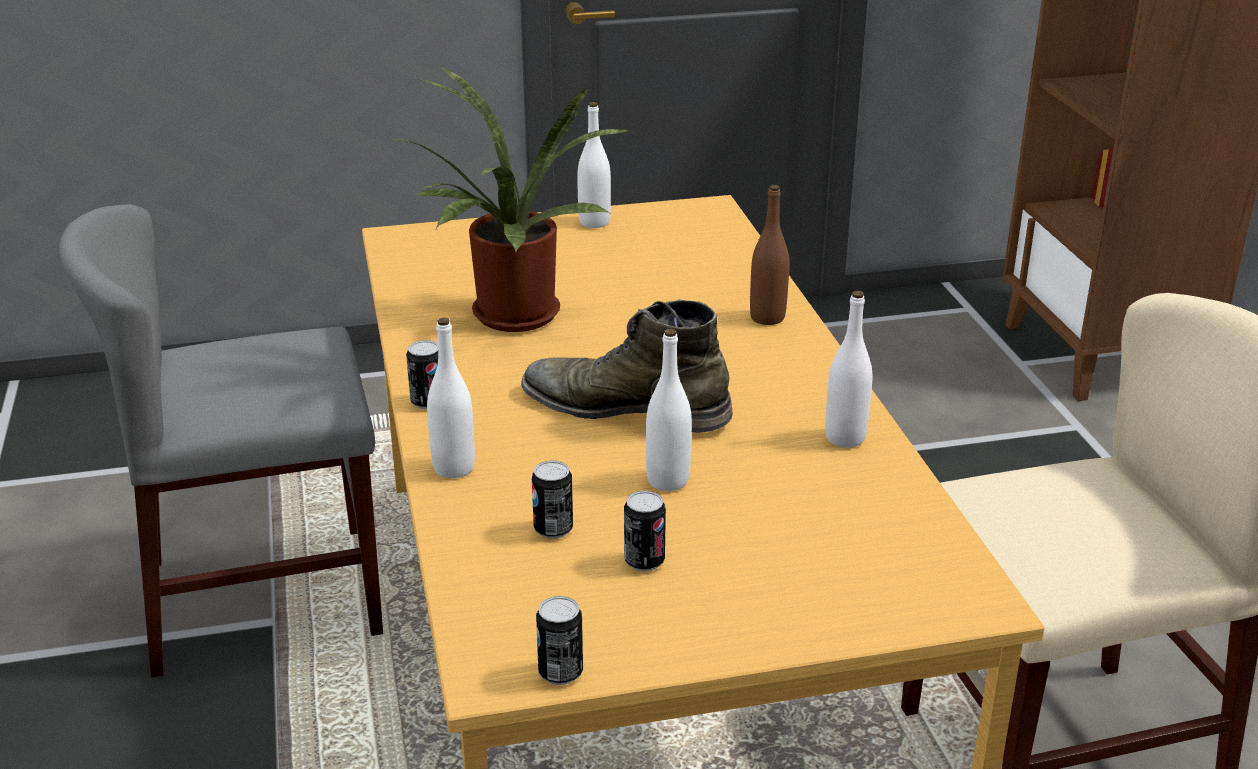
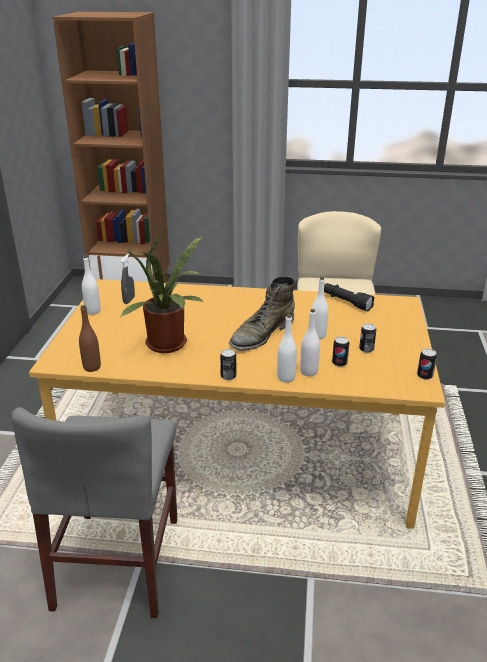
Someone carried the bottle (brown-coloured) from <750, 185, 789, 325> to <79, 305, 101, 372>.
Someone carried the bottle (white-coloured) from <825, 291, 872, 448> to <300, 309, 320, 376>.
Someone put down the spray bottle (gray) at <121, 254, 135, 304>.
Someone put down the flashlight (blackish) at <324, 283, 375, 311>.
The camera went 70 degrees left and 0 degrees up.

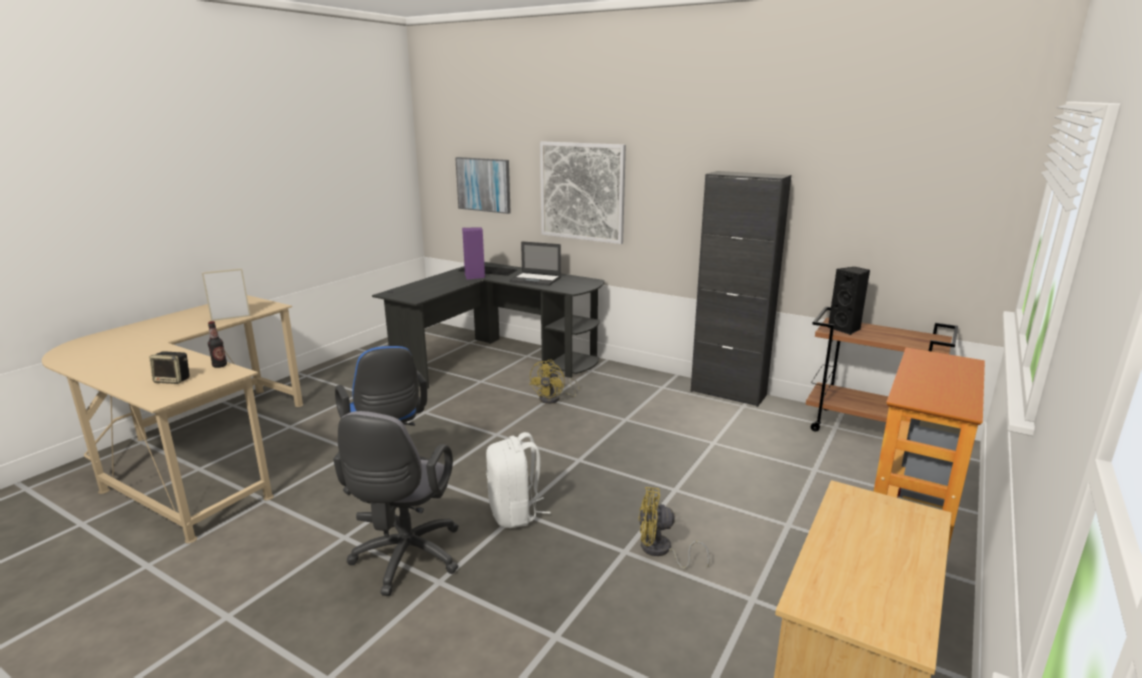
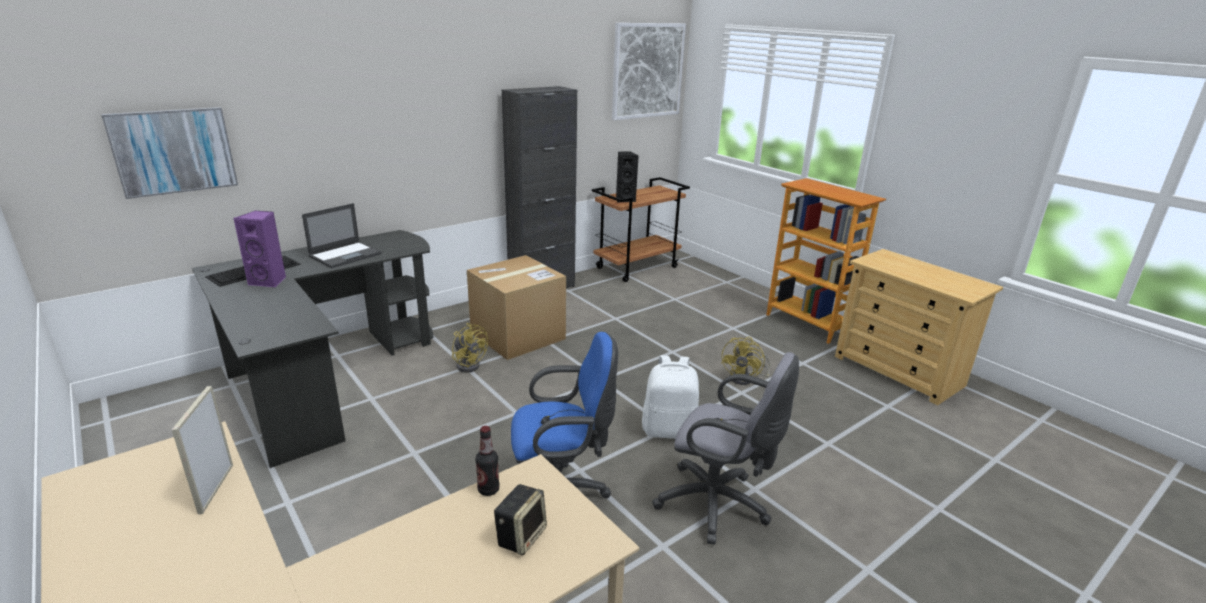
Someone carried the picture from <540, 141, 626, 244> to <612, 23, 686, 120>.
Someone put down the packing box at <467, 255, 566, 360>.
The camera went 70 degrees left and 5 degrees up.

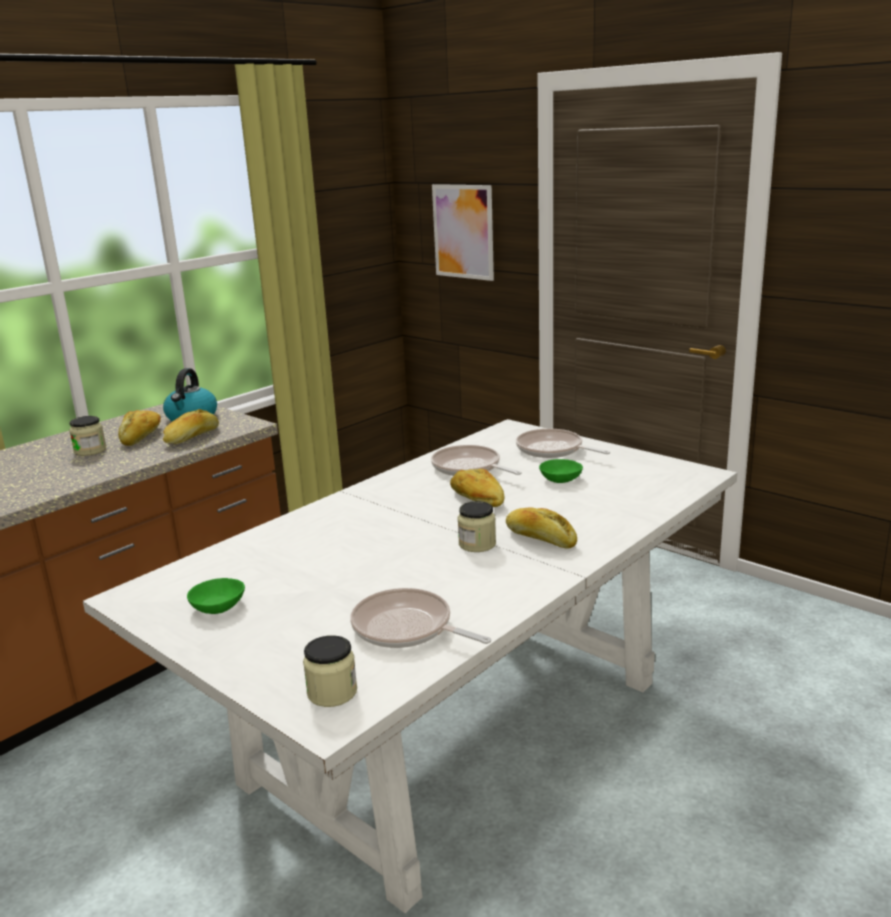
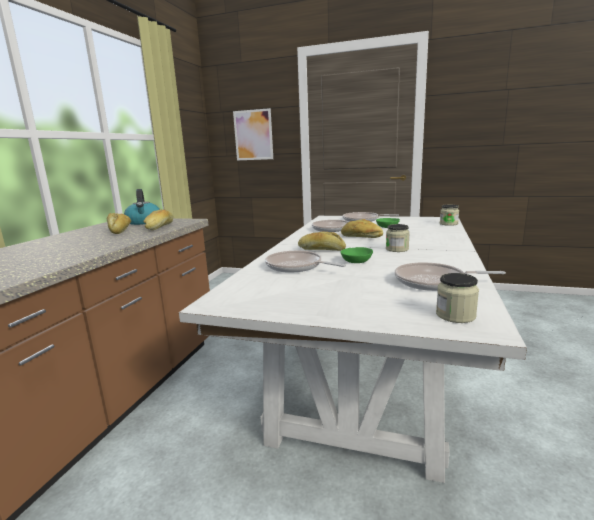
Someone carried the preserve jar from <69, 416, 106, 456> to <440, 204, 459, 226>.
Someone carried the serving bowl (green) from <187, 578, 245, 614> to <340, 247, 373, 263>.
Someone carried the bakery bread from <506, 507, 577, 549> to <298, 232, 346, 251>.
Someone put down the pan at <265, 251, 346, 273>.
The camera went 25 degrees left and 5 degrees down.

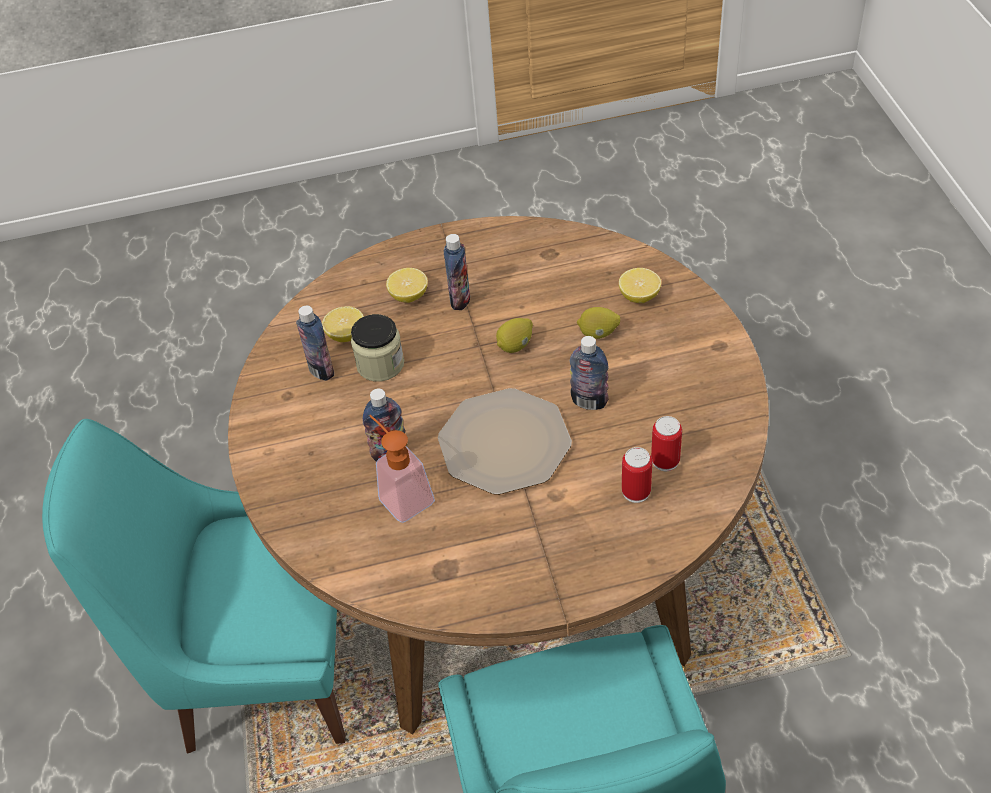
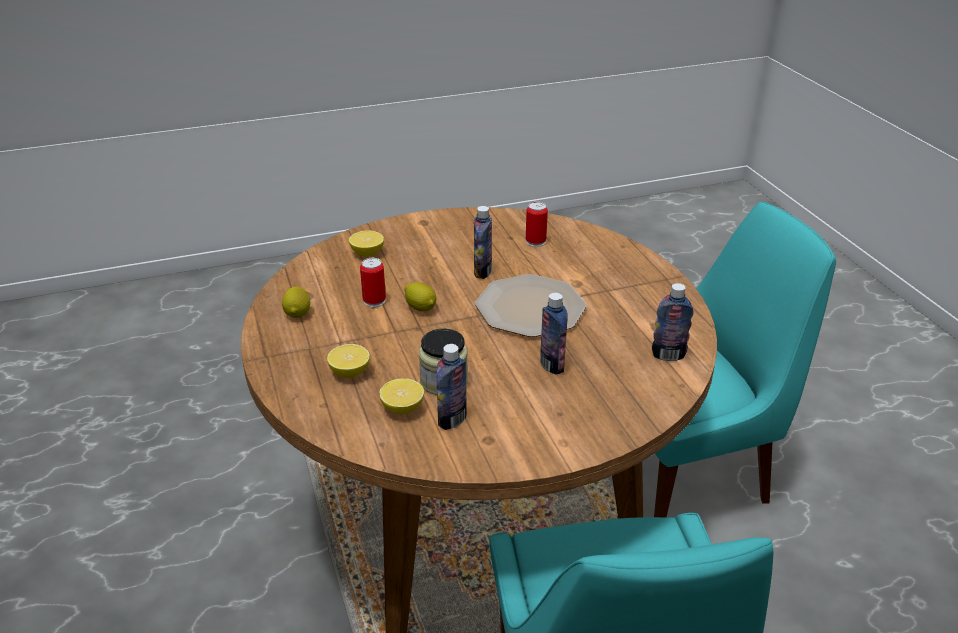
Someone took away the liquid soap bottle at <369, 415, 435, 523>.
Someone carried the bottle from <444, 234, 470, 310> to <652, 283, 693, 361>.
Someone carried the whole lemon from <577, 307, 620, 339> to <282, 287, 310, 318>.
Someone carried the can from <622, 447, 652, 503> to <360, 258, 386, 307>.
The camera went 100 degrees left and 15 degrees down.

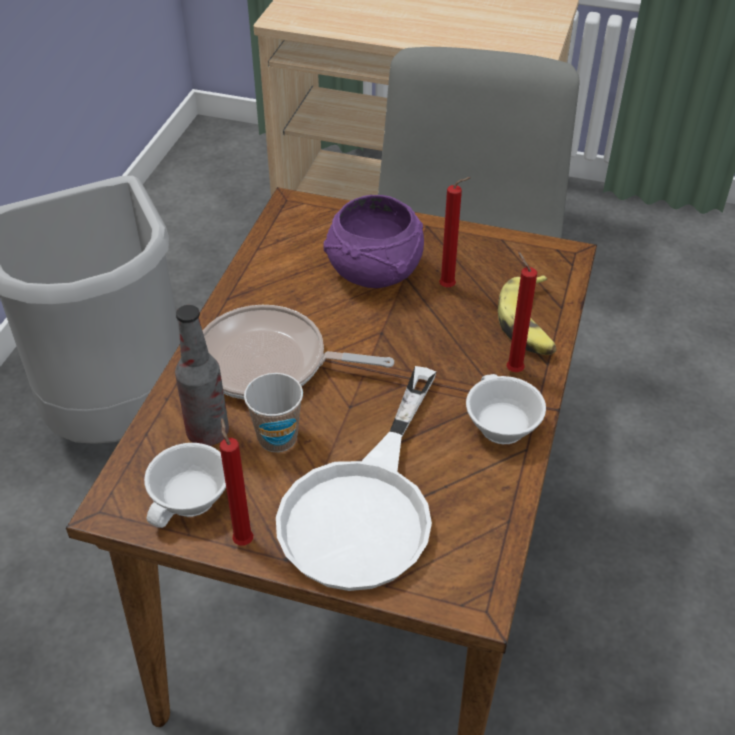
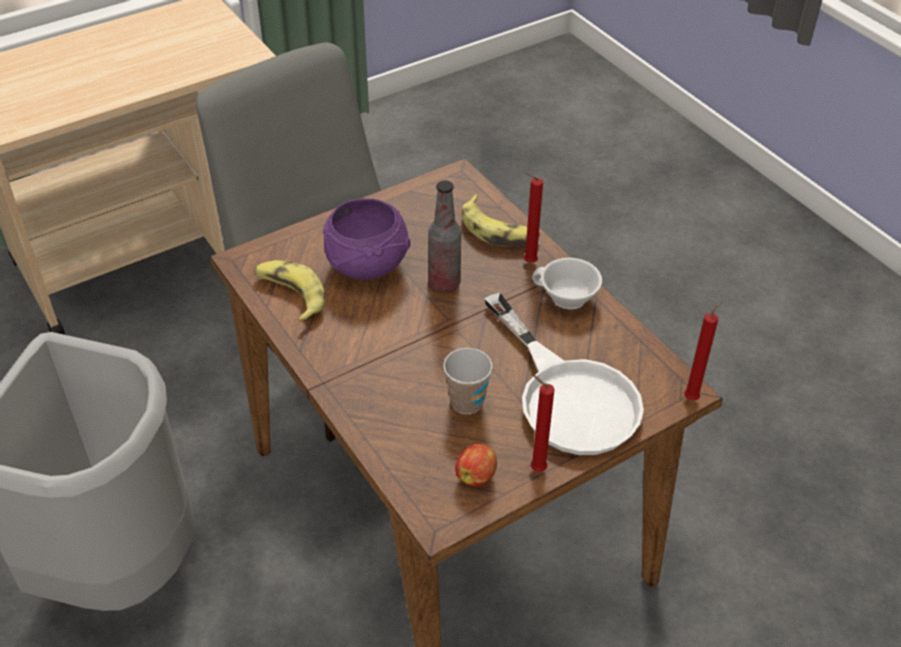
Someone swapped the cup (white-coloured) at <144, 443, 226, 528> for the apple at <455, 444, 497, 486>.
Someone carried the bottle from <175, 305, 229, 446> to <428, 180, 461, 292>.
Someone took away the pan at <203, 305, 394, 399>.
Someone carried the wax candle (reddish) from <439, 177, 471, 288> to <684, 301, 722, 401>.
Someone put down the banana fruit at <254, 260, 326, 323>.
The camera went 50 degrees left and 0 degrees up.

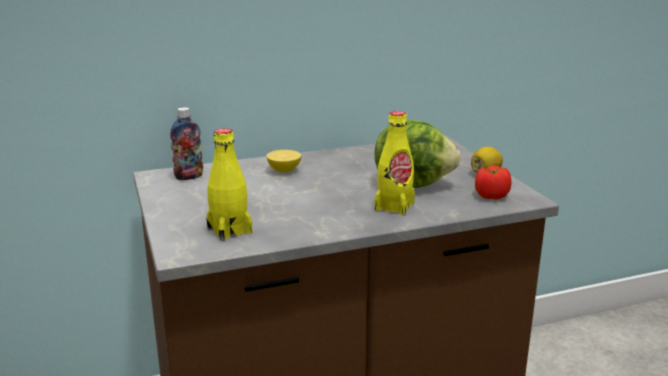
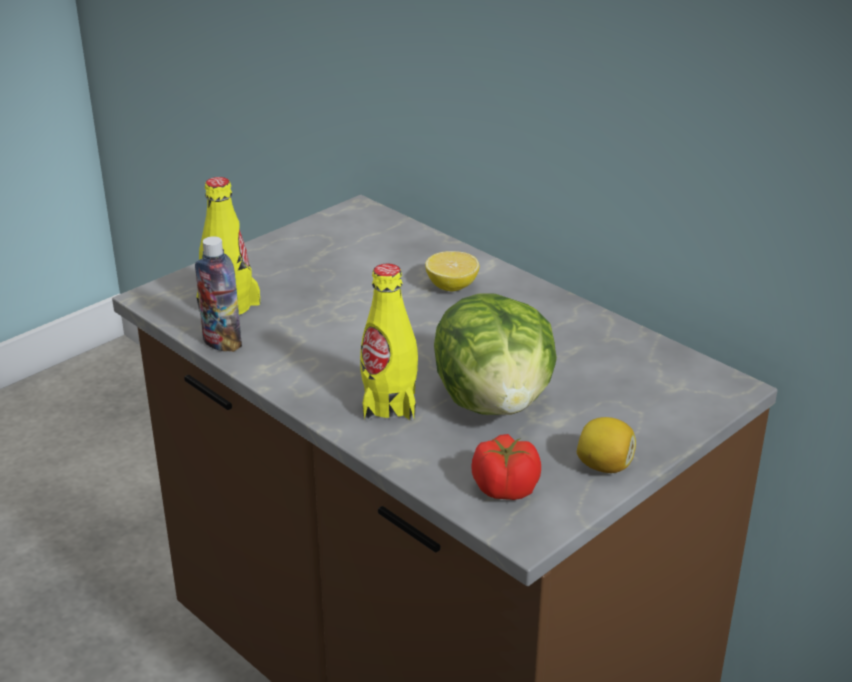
Someone carried the bottle from <170, 107, 203, 180> to <195, 236, 242, 352>.
The camera went 65 degrees right and 10 degrees up.

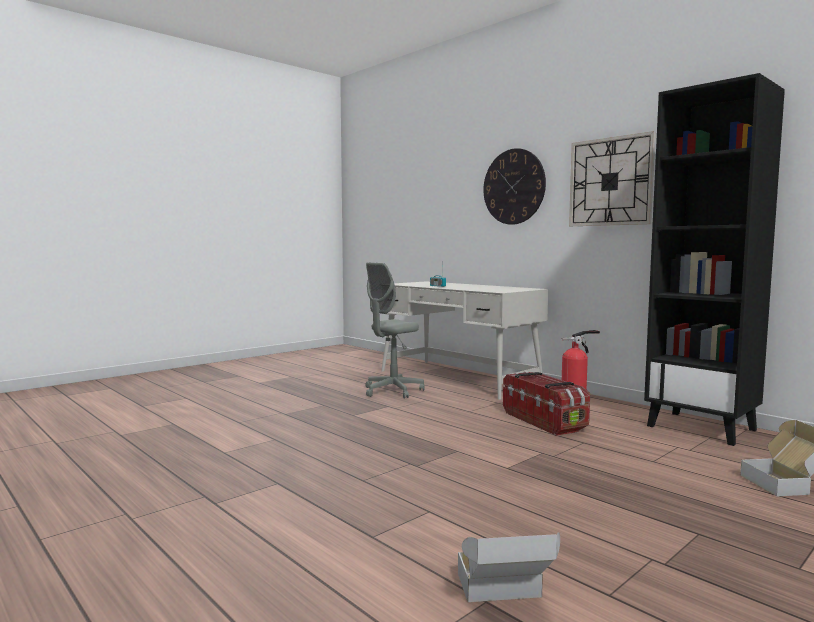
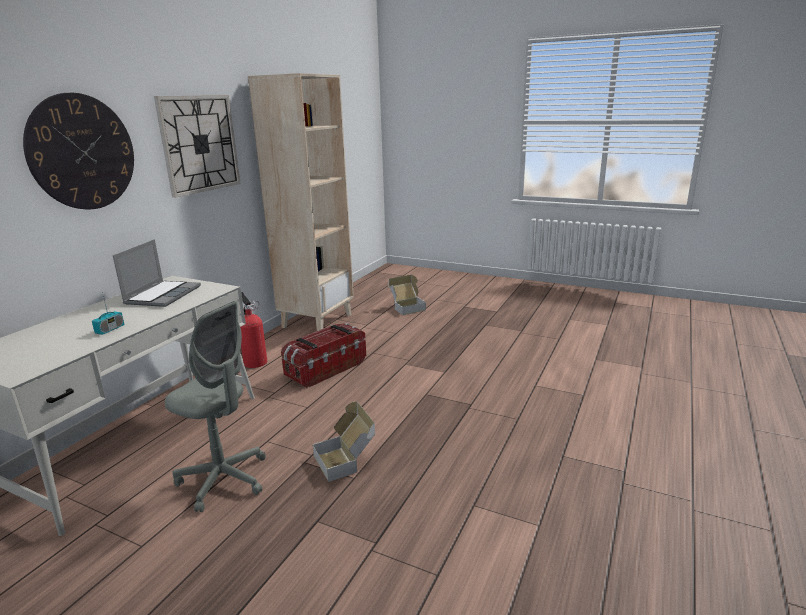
Someone carried the packing box from <458, 532, 560, 602> to <313, 402, 375, 482>.
Someone repainted the bookcase (blackish) at <644, 73, 785, 446>, which became the bookcase (sand-coloured) at <248, 73, 354, 331>.
Someone put down the portable computer at <113, 239, 201, 307>.
The camera went 110 degrees left and 15 degrees up.

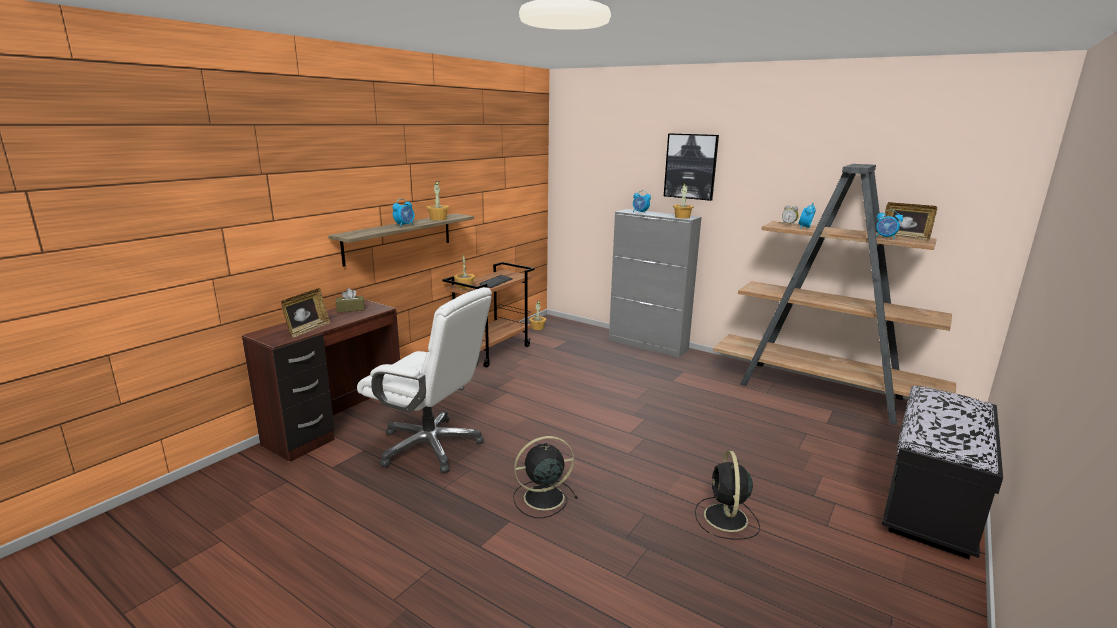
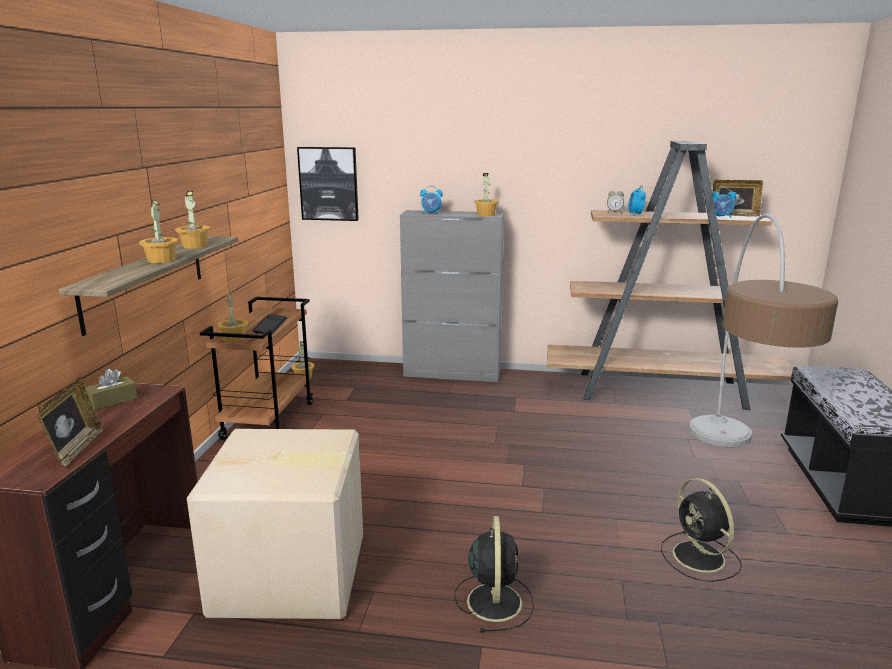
Someone swapped the office chair (white-coloured) at <357, 287, 492, 473> for the packing box at <187, 429, 363, 619>.
Someone swapped the bedside clock at <392, 199, 414, 227> for the potted plant at <139, 199, 178, 263>.
Someone rotated the fan (blackish) at <513, 436, 578, 518> by 135 degrees clockwise.
Someone carried the picture from <664, 133, 719, 201> to <297, 147, 359, 221>.
Someone put down the floor lamp at <689, 214, 838, 447>.
The camera went 25 degrees left and 0 degrees up.

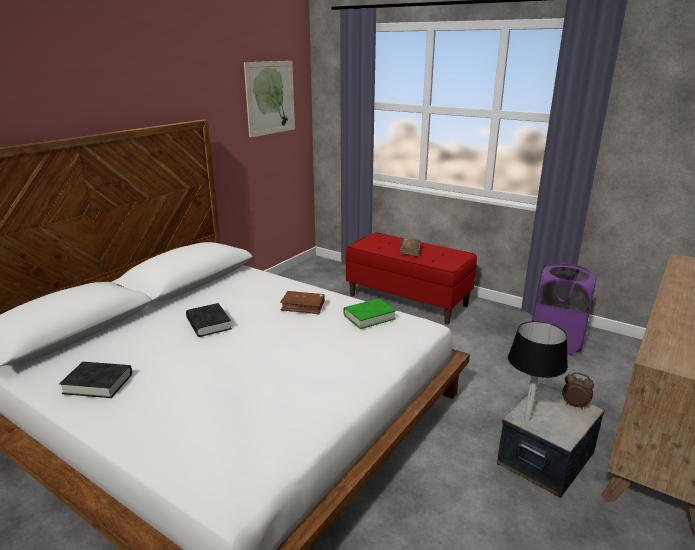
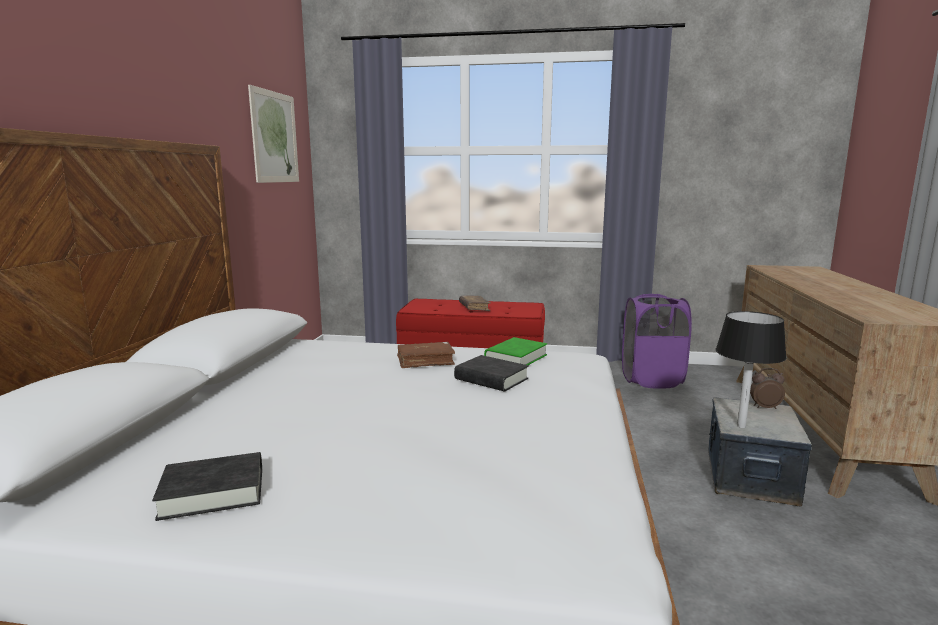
Someone carried the volume (blackish) from <186, 303, 232, 337> to <454, 355, 529, 392>.
The camera went 25 degrees left and 10 degrees down.

